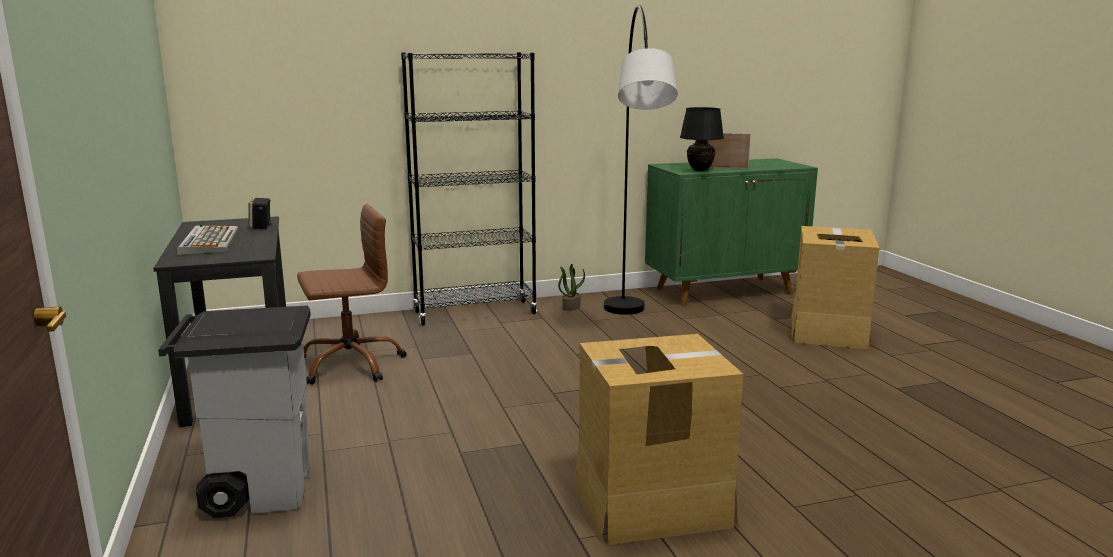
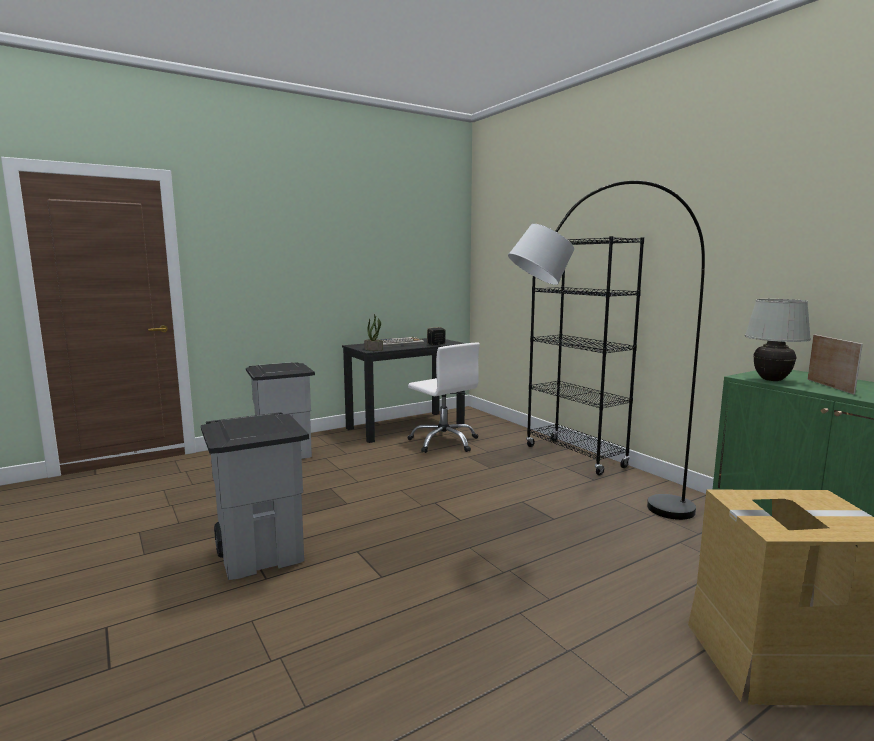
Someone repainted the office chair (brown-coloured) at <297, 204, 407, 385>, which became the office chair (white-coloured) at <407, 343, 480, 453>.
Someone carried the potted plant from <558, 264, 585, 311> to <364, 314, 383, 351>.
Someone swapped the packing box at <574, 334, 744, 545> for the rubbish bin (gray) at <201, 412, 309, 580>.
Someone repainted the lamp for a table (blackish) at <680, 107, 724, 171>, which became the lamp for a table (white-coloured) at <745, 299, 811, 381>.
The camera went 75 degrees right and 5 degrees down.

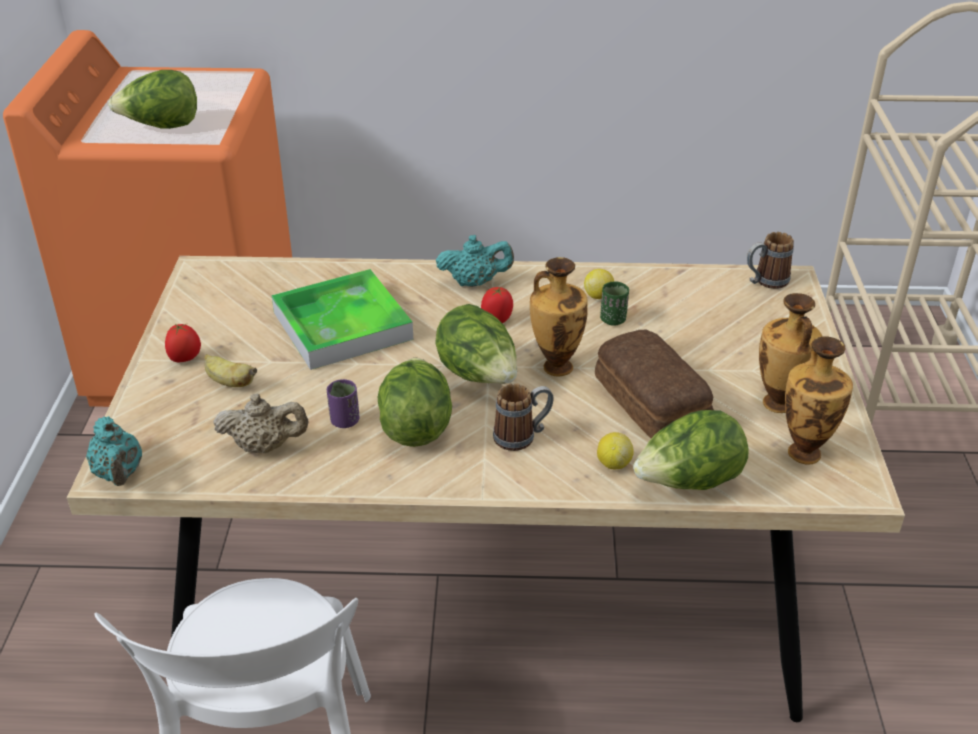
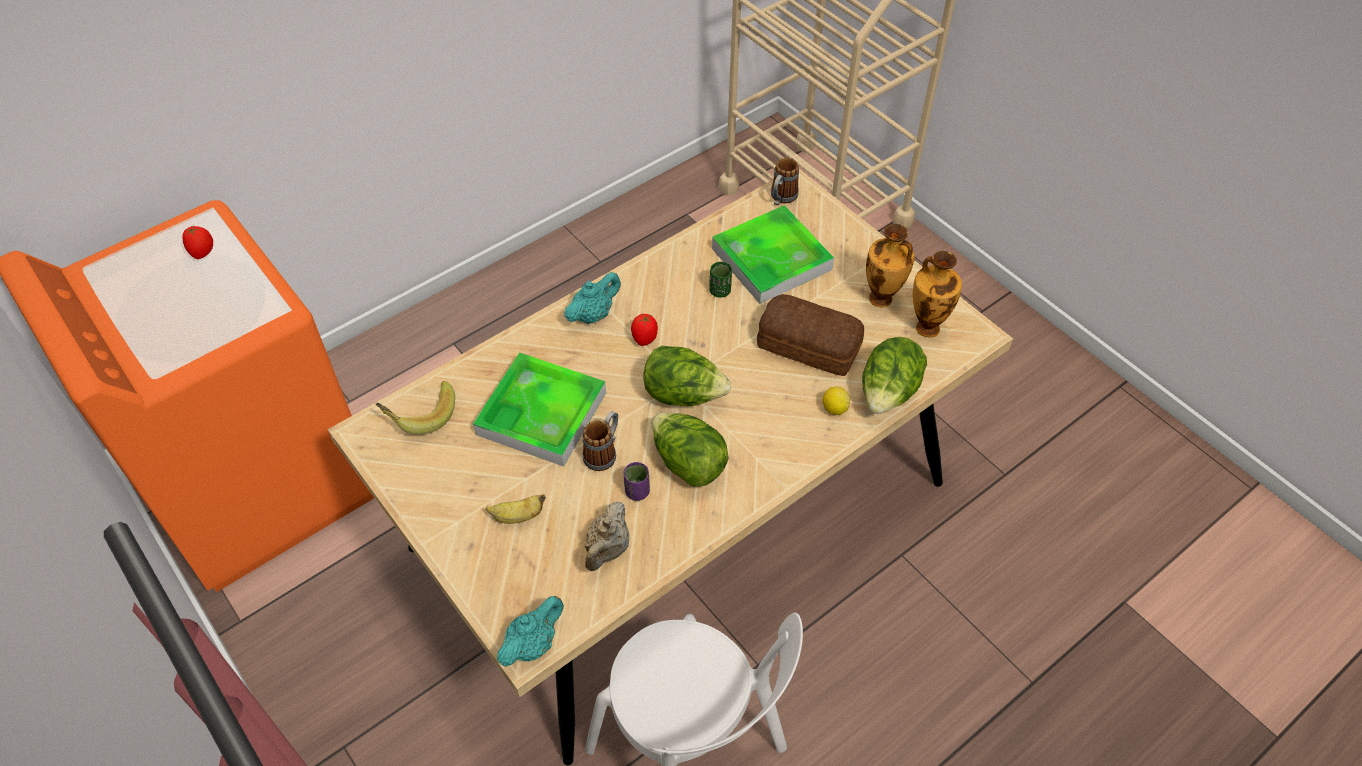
Someone rotated the tea pot (blue-green) at <86, 416, 142, 486> by 75 degrees counterclockwise.
Someone took away the lettuce at <108, 70, 197, 129>.
Someone carried the fresh tomato from <165, 324, 201, 362> to <182, 225, 213, 259>.
Someone rotated the tea pot (sand-coloured) at <214, 394, 309, 453> by 150 degrees clockwise.
Someone carried the coffee mug from <493, 383, 554, 451> to <583, 411, 618, 471>.
Someone took away the vase at <530, 257, 588, 377>.
Someone took away the whole lemon at <584, 269, 614, 299>.
Someone put down the banana fruit at <376, 381, 455, 434>.
Someone put down the tray at <712, 205, 834, 304>.
The camera went 40 degrees left and 15 degrees up.

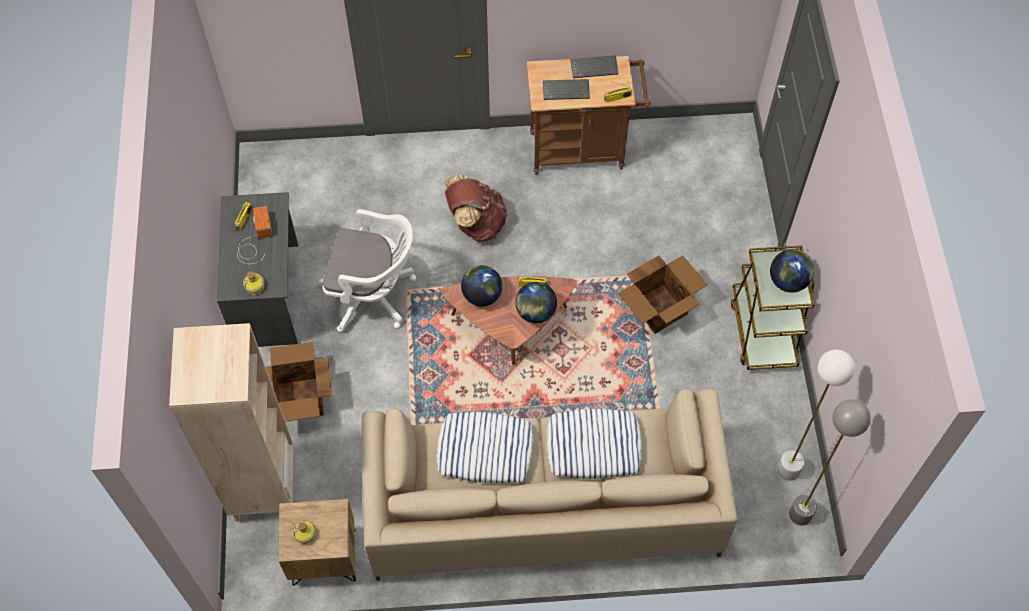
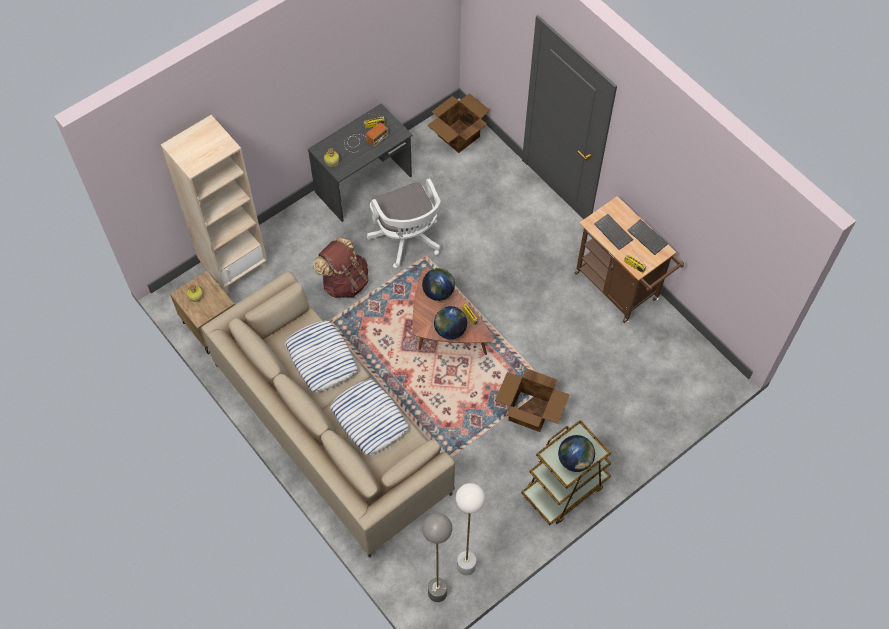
Someone carried the packing box from <266, 342, 332, 422> to <427, 93, 491, 153>.
Someone carried the knapsack (brown-coloured) from <445, 175, 507, 242> to <313, 237, 369, 298>.
The camera went 55 degrees right and 0 degrees up.

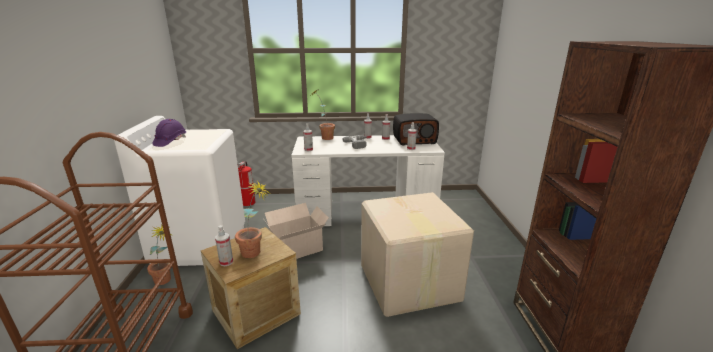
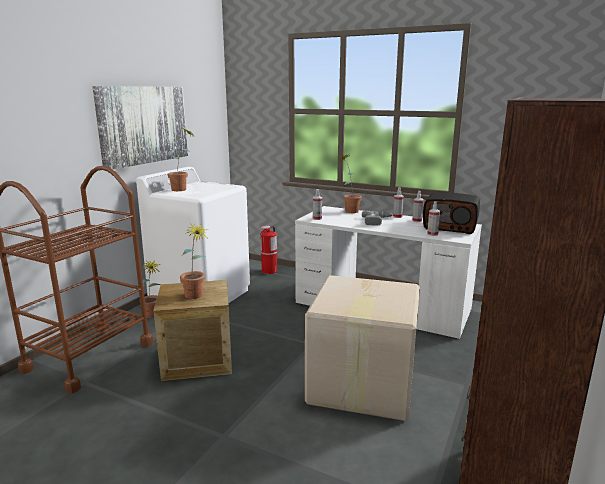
Someone swapped the work helmet (purple-coloured) at <152, 119, 186, 147> for the potted plant at <168, 129, 194, 191>.
Someone took away the spray bottle at <215, 225, 233, 266>.
Someone took away the packing box at <263, 203, 329, 259>.
Someone put up the picture at <92, 86, 188, 170>.
The camera went 30 degrees right and 5 degrees down.

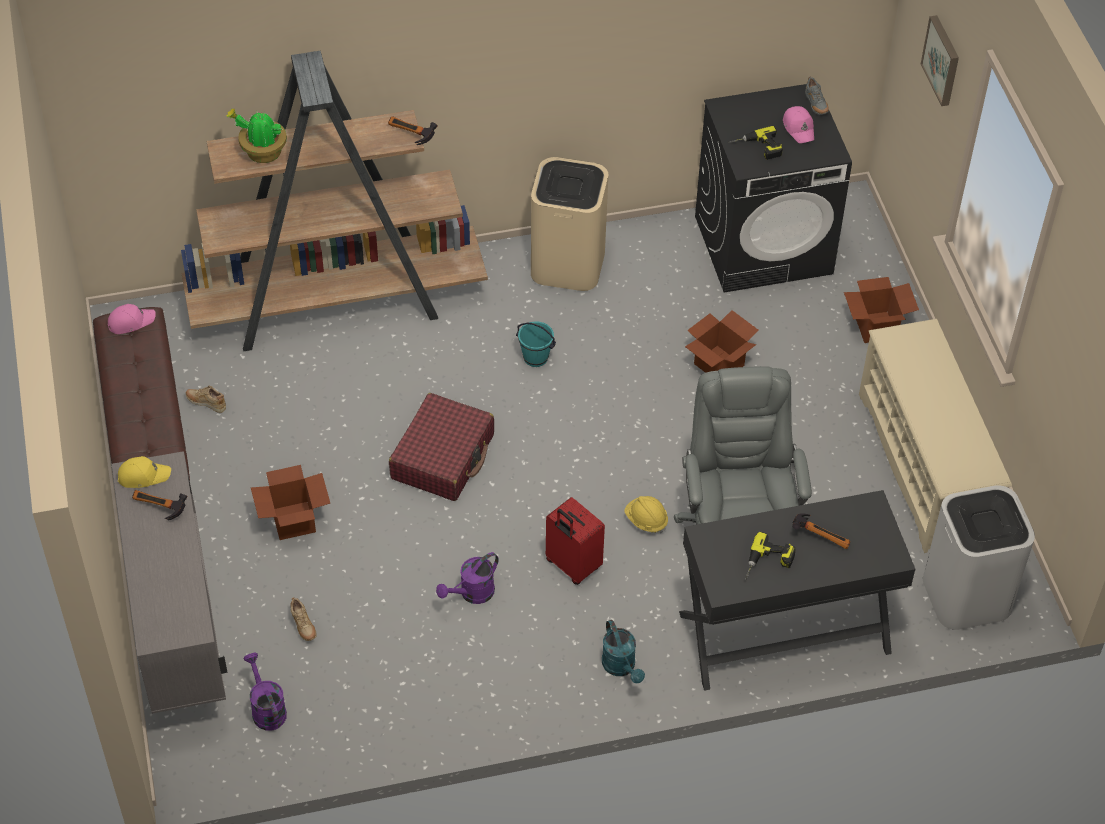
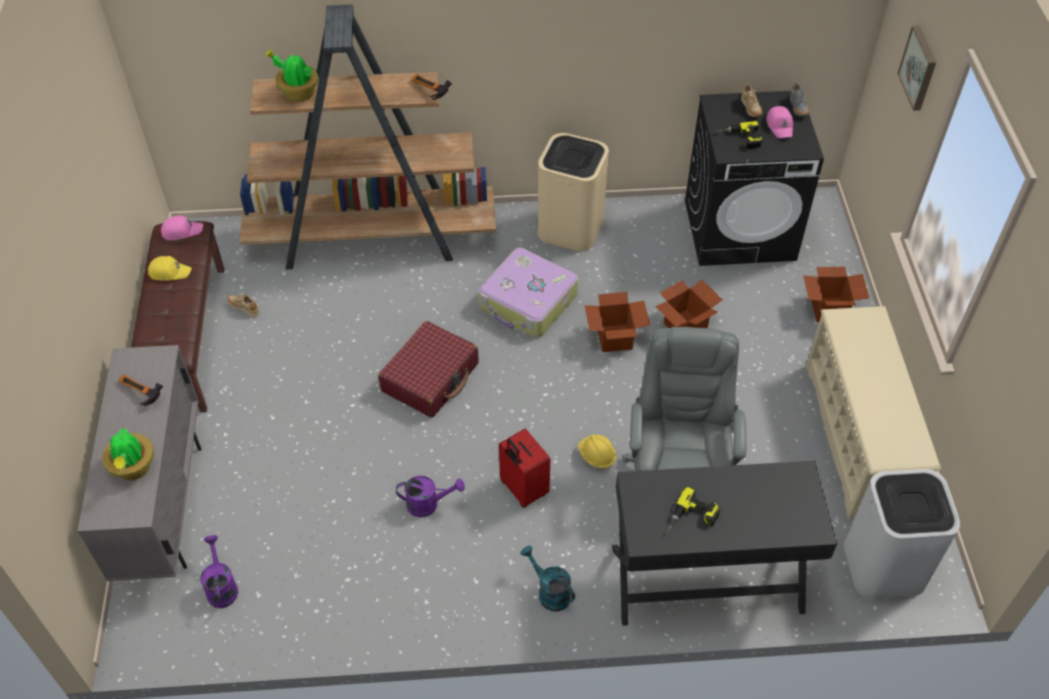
Someone carried the cap (yellow) from <118, 456, 171, 488> to <148, 256, 191, 281>.
Someone carried the packing box from <251, 465, 330, 540> to <584, 292, 650, 352>.
Someone carried the low shoe (sand-coloured) from <291, 597, 317, 641> to <741, 83, 762, 117>.
Someone rotated the sprinkling can (purple-coloured) at <436, 552, 499, 604> by 150 degrees counterclockwise.
Someone swapped the pail (blue-green) at <516, 321, 556, 367> for the travel case at <478, 247, 578, 337>.
Someone rotated the sprinkling can (blue-green) at <602, 620, 645, 683> by 150 degrees clockwise.
Someone took away the hand hammer at <792, 513, 850, 549>.
Someone put down the potted plant at <102, 428, 154, 480>.
The camera went 10 degrees right and 0 degrees up.

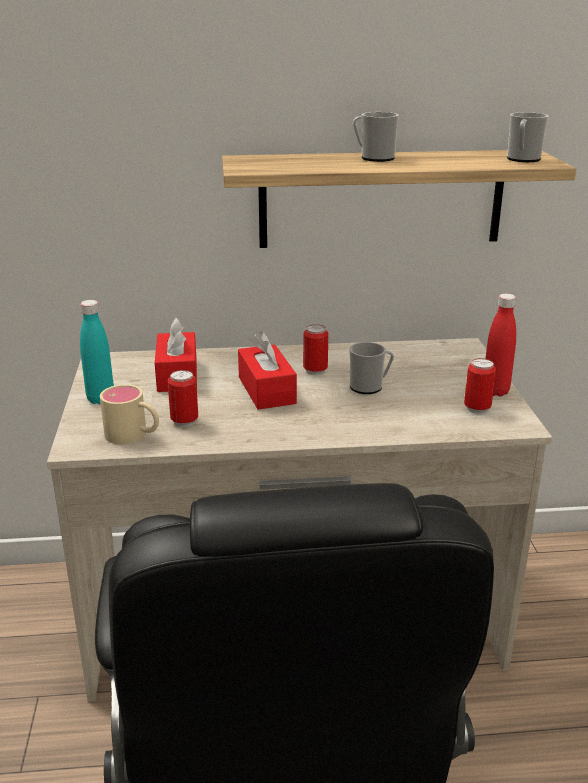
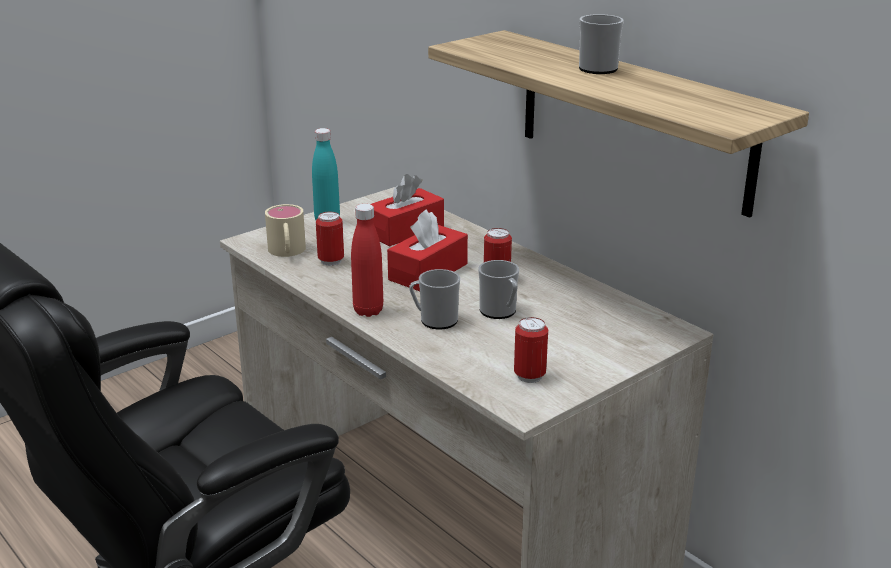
Someone carried the bottle (reddish) from <486, 294, 516, 397> to <351, 204, 383, 317>.
Someone carried the coffee mug from <507, 112, 549, 162> to <409, 269, 460, 329>.
The camera went 55 degrees right and 0 degrees up.

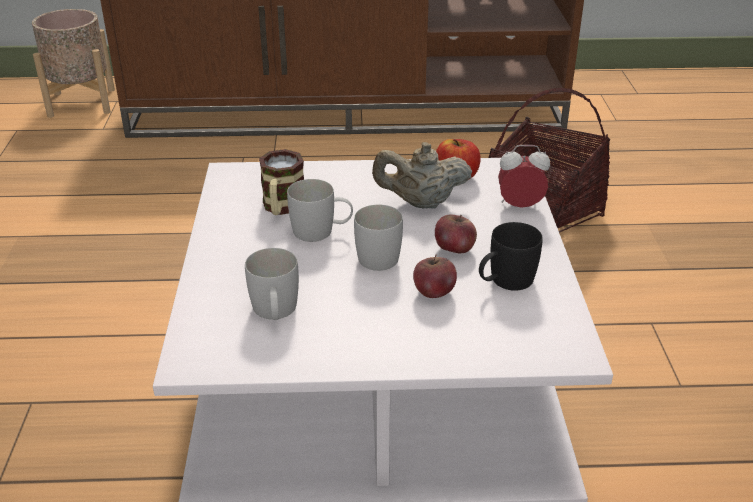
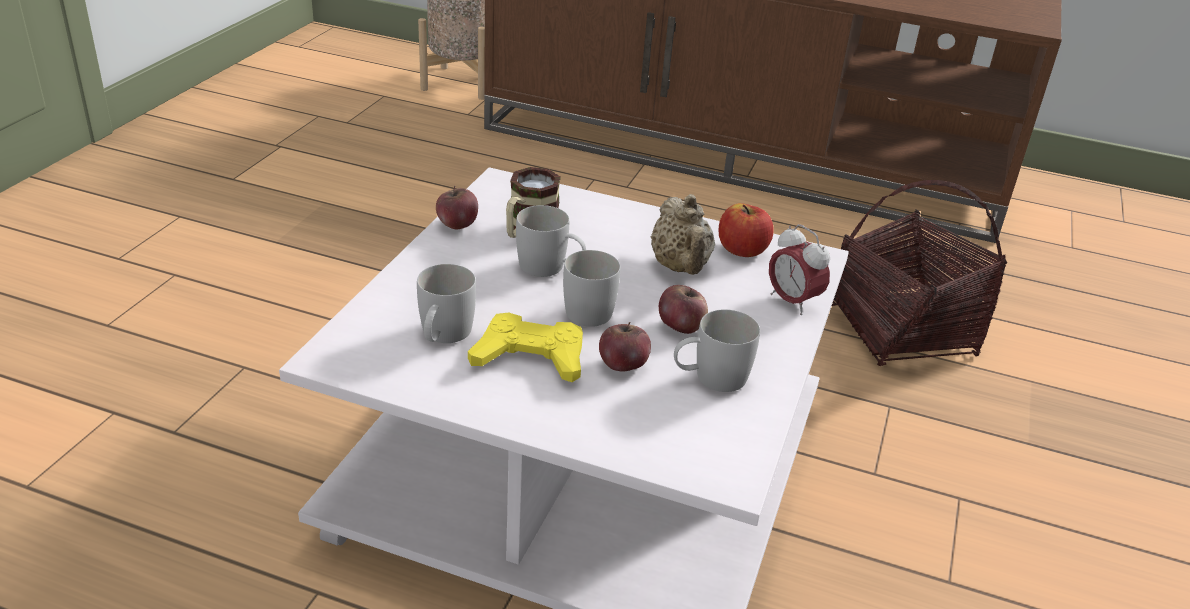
Someone rotated the tea pot (sand-coloured) at <372, 142, 472, 209> by 120 degrees counterclockwise.
Someone repainted the coffee mug (blackish) at <479, 222, 543, 291>, which became the coffee mug (white-coloured) at <674, 309, 760, 392>.
Someone rotated the bedside clock at <498, 145, 550, 208> by 150 degrees counterclockwise.
Someone put down the apple at <436, 186, 478, 229>.
Someone put down the joypad (yellow) at <468, 313, 583, 382>.
The camera went 20 degrees right and 0 degrees up.

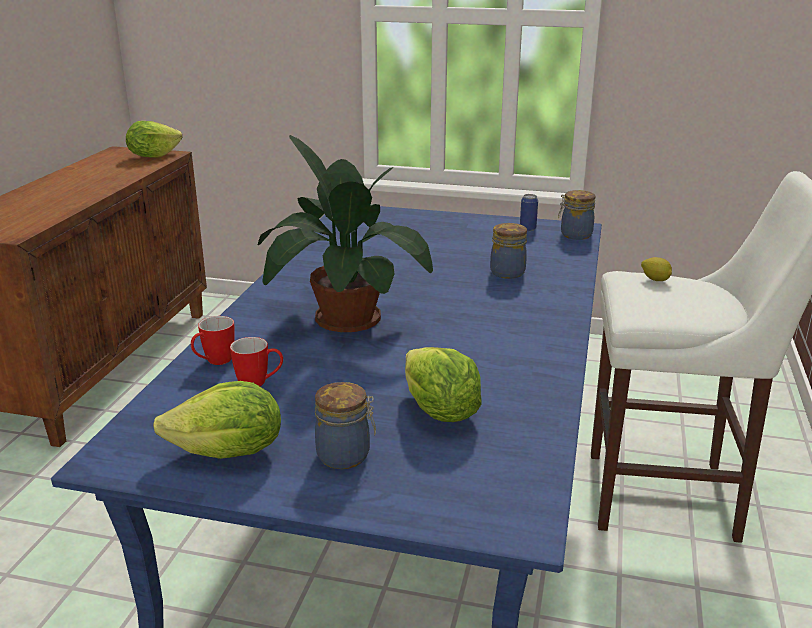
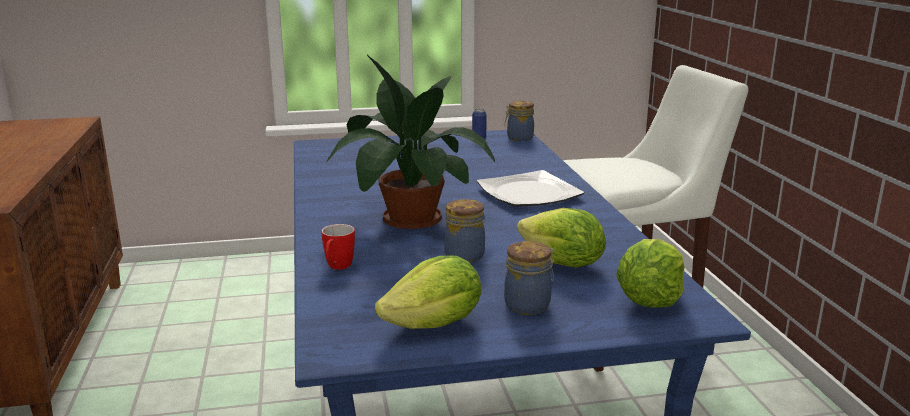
Someone carried the lettuce from <126, 121, 182, 158> to <616, 239, 684, 308>.
Someone took away the coffee mug at <230, 337, 283, 386>.
Someone carried the preserve jar from <490, 223, 527, 279> to <445, 199, 485, 262>.
Someone took away the whole lemon at <641, 257, 672, 281>.
Someone put down the plate at <477, 170, 584, 207>.
The camera went 25 degrees left and 5 degrees down.

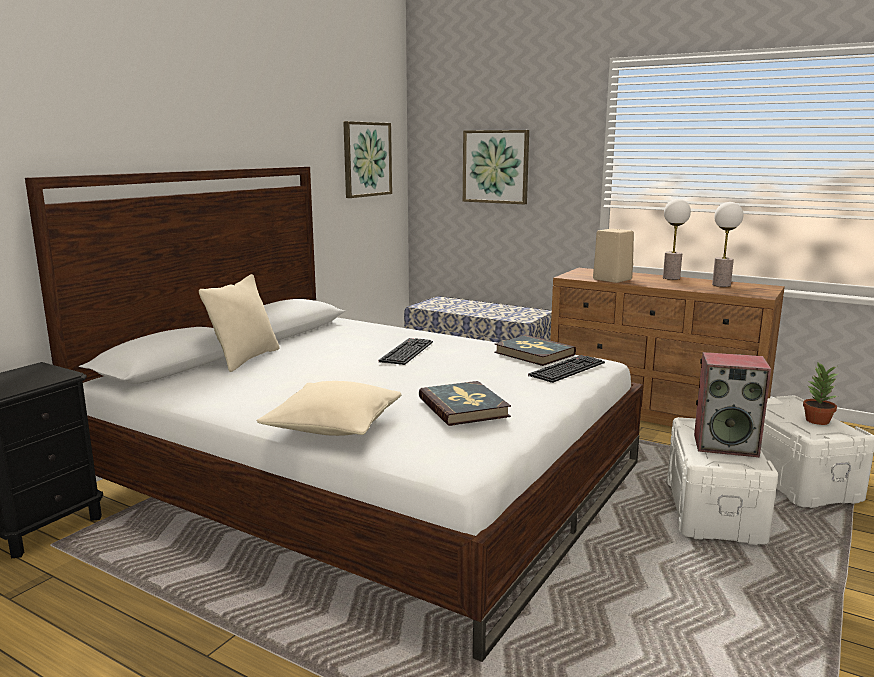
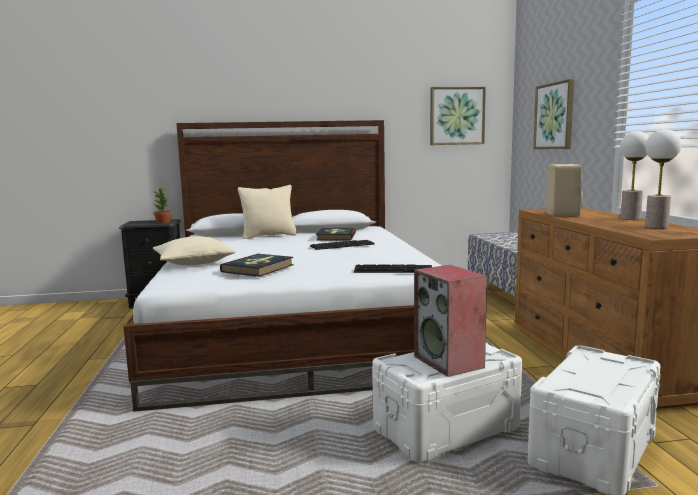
Someone carried the volume from <494, 335, 576, 366> to <316, 228, 356, 241>.
Someone carried the potted plant from <803, 363, 839, 425> to <153, 186, 172, 223>.
The camera went 50 degrees right and 5 degrees down.

